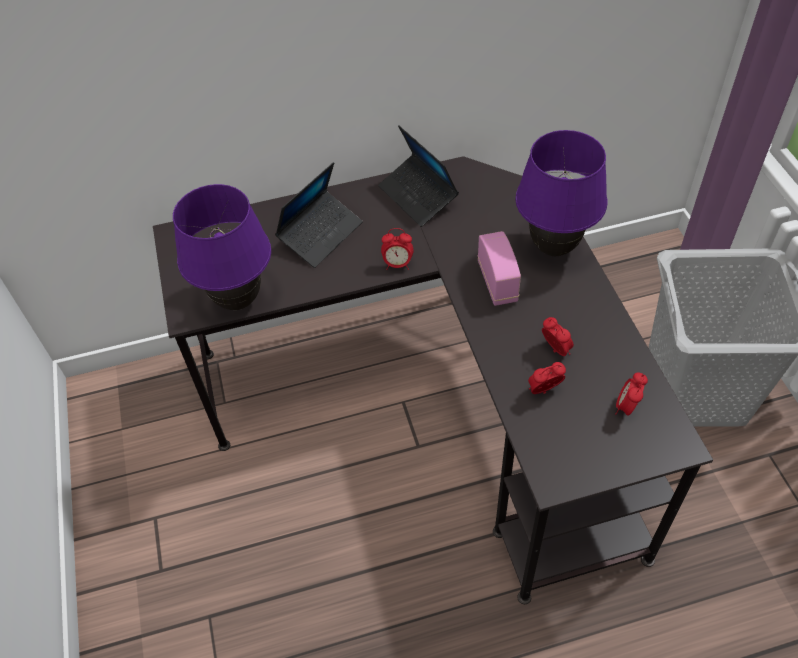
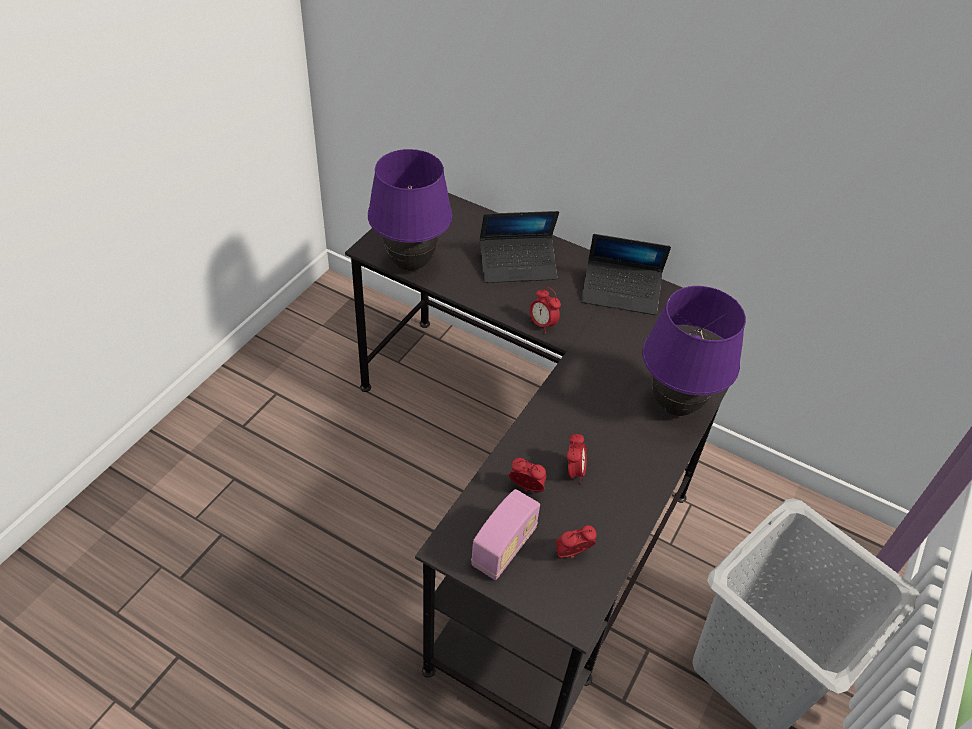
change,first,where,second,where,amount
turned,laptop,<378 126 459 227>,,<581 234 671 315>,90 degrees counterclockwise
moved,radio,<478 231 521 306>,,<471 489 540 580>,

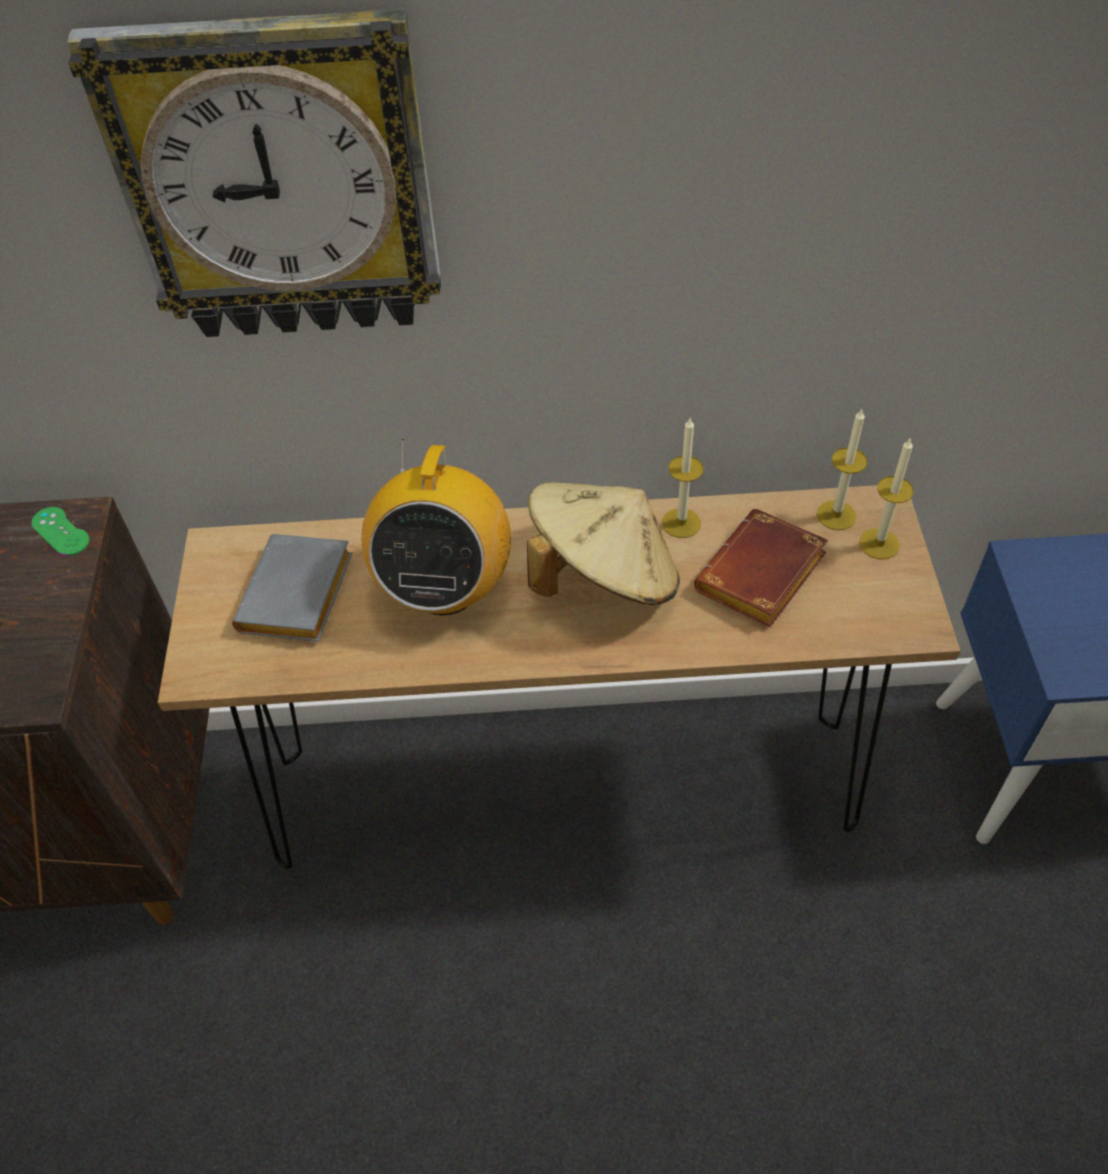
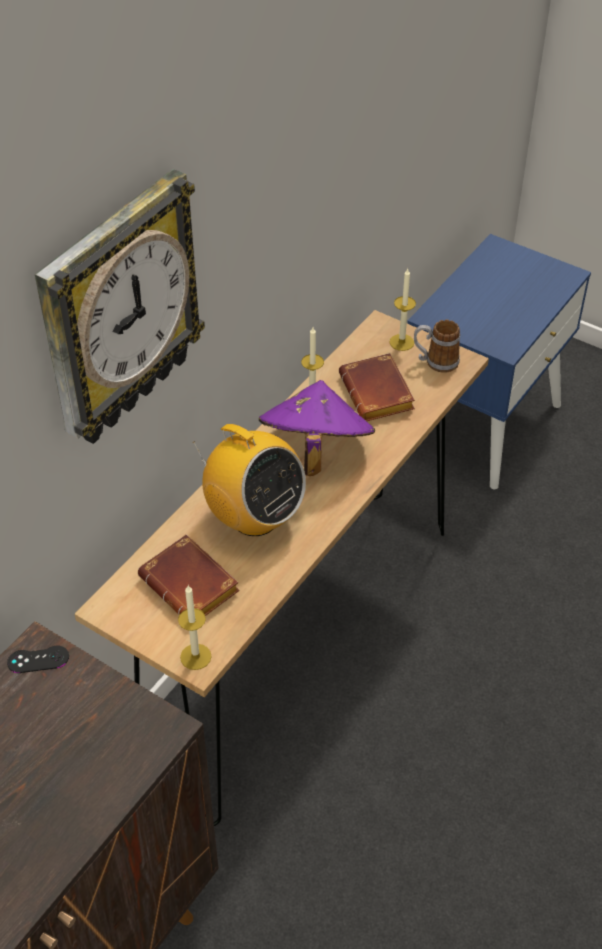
change,first,where,second,where,amount
moved,candle,<817 409 867 530>,,<178 585 212 670>,
recoloured,beige hat,<527 482 680 605>,purple hat,<259 380 375 476>,
recoloured,green game controller,<31 507 90 556>,black game controller,<7 646 69 673>,
recoloured,grey book,<232 534 352 642>,brown book,<138 534 240 616>,
added,,,mug,<414 320 460 373>,

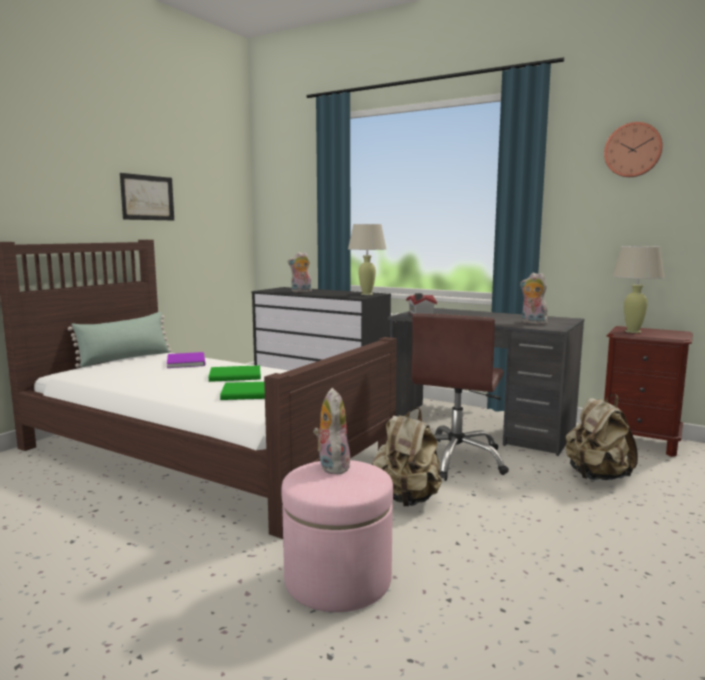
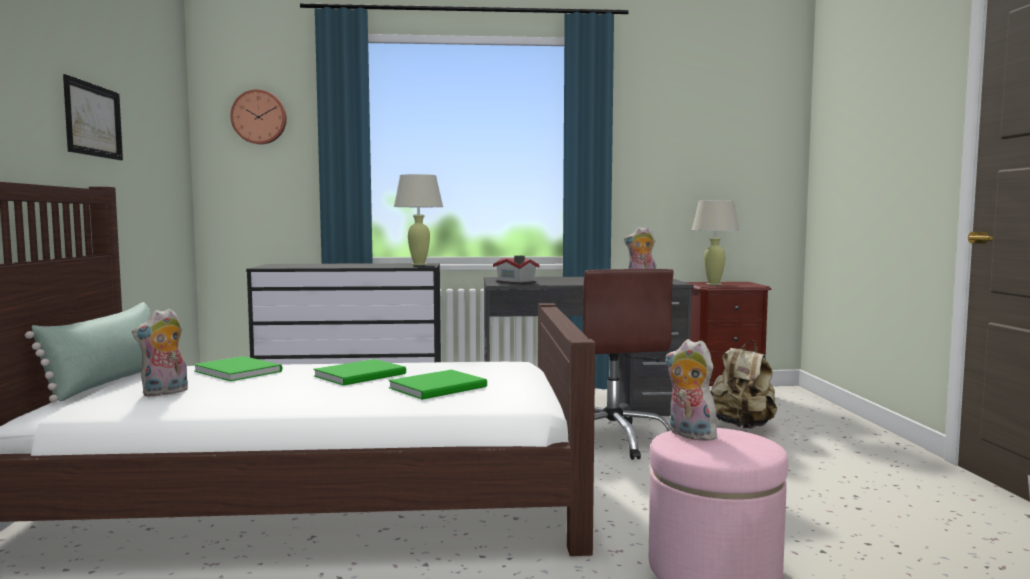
change,first,where,second,where,amount
moved,wall clock,<604 122 663 177>,,<231 89 287 144>,
moved,plush toy,<287 252 312 292>,,<132 309 188 397>,
recoloured,purple book,<167 352 205 368>,green book,<194 356 282 381>,
removed,beige backpack,<372 407 442 506>,,,

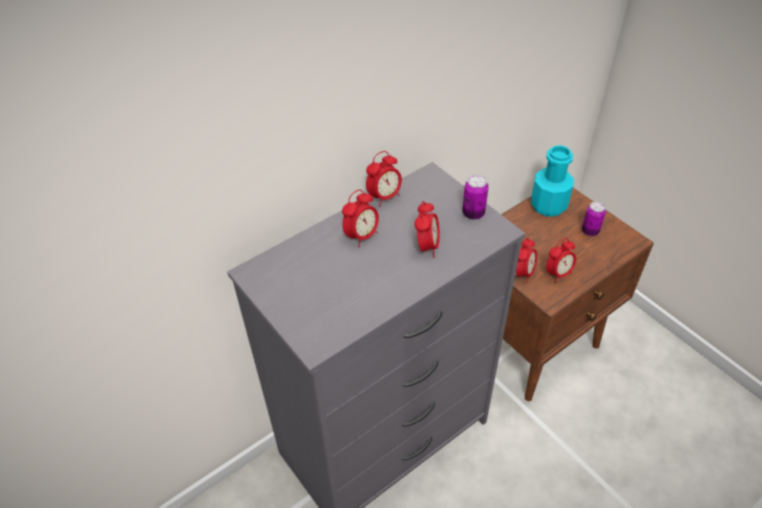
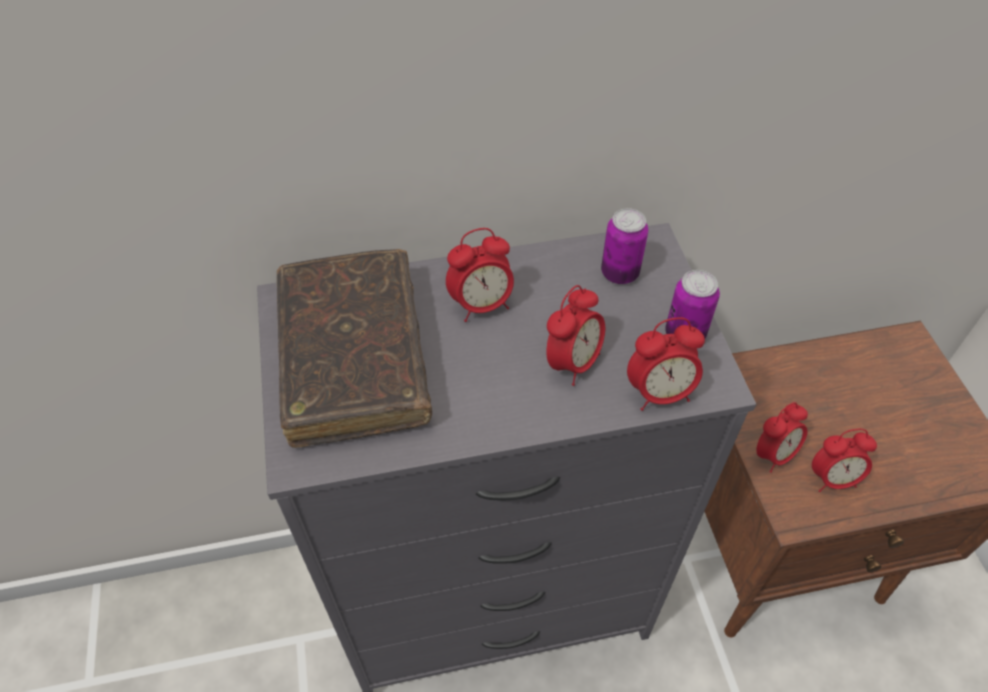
change,first,where,second,where,amount
removed,turquoise bottle,<531 145 574 217>,,,
moved,alarm clock,<366 151 402 206>,,<627 317 705 411>,
moved,can,<582 202 606 236>,,<601 208 648 284>,
added,,,brown book,<277 249 432 448>,

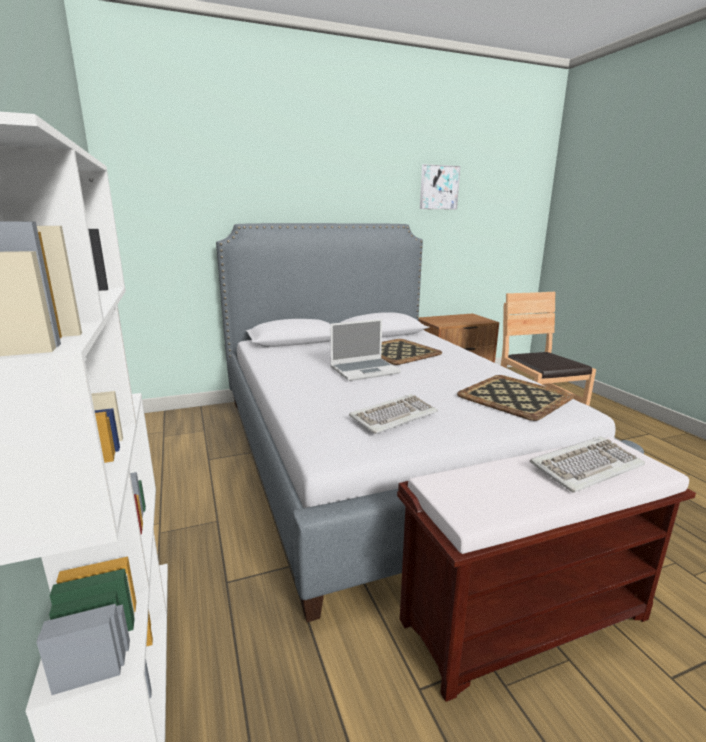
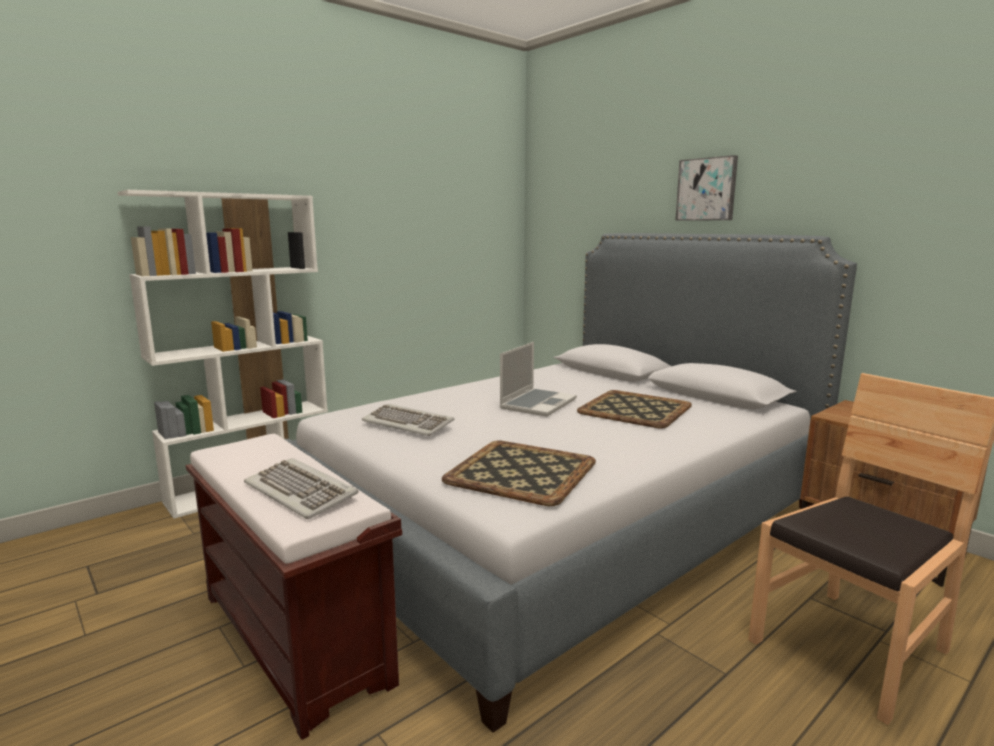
change,first,where,second,where,amount
moved,picture,<420 164 460 210>,,<675 155 738 221>,
turned,laptop,<330 319 401 381>,,<500 342 577 417>,105 degrees counterclockwise

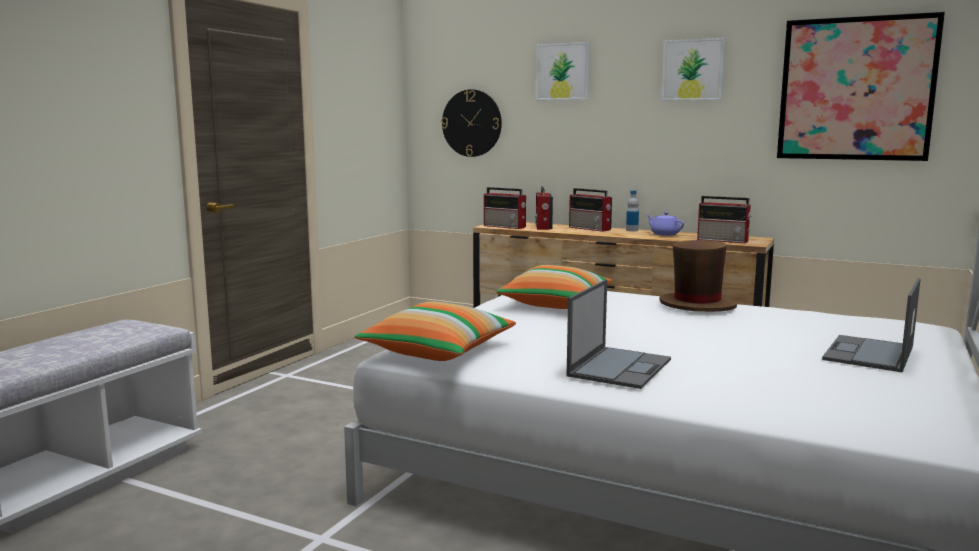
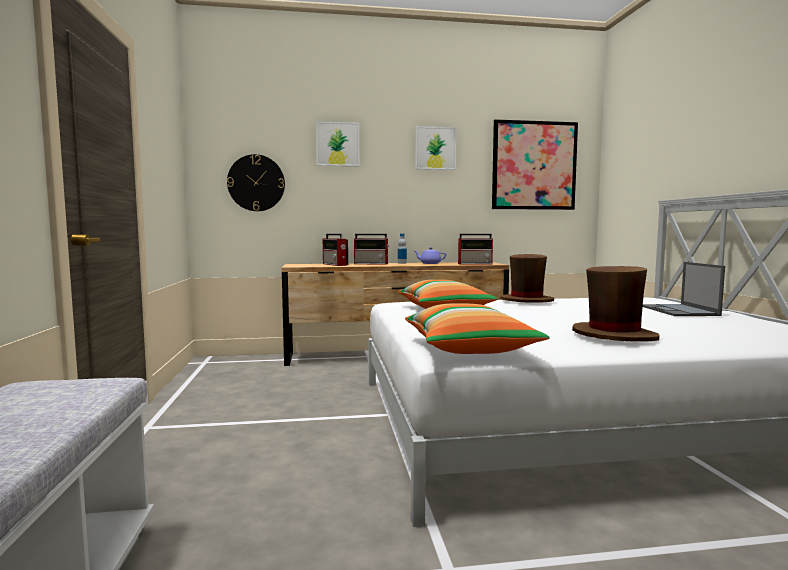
change,first,where,second,where,amount
removed,radio,<484 187 526 229>,,,
replaced,laptop,<566 279 671 389>,brown hat,<572 266 659 342>,

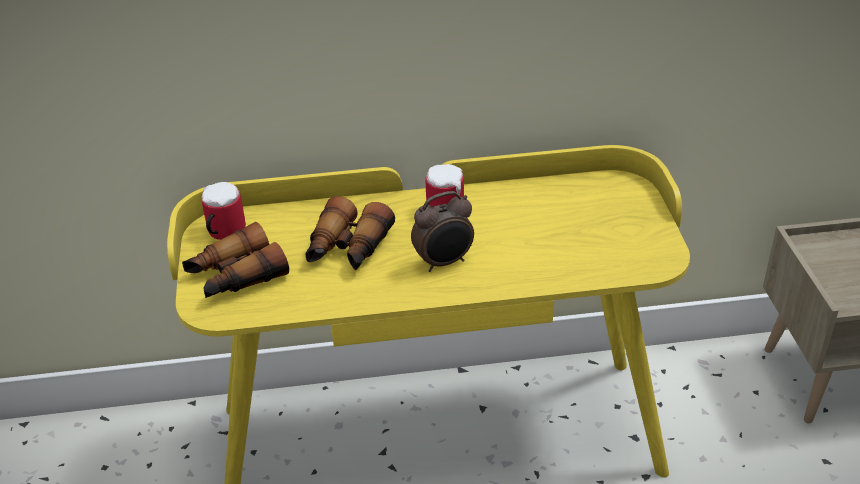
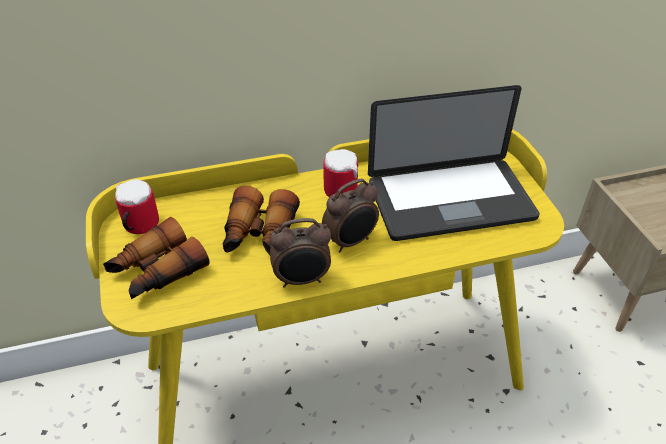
change,first,where,second,where,amount
added,,,laptop,<368 85 540 241>,
added,,,alarm clock,<270 218 331 288>,

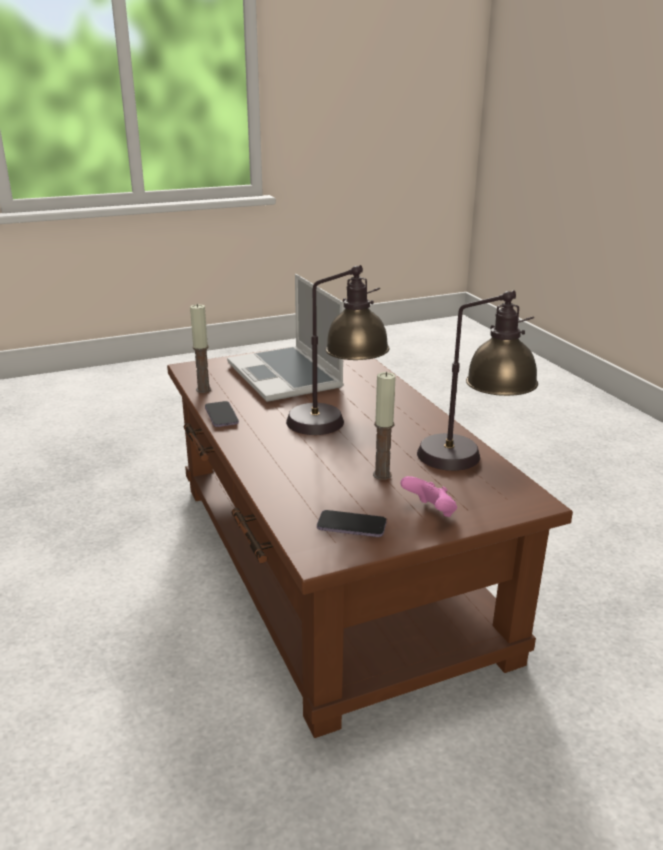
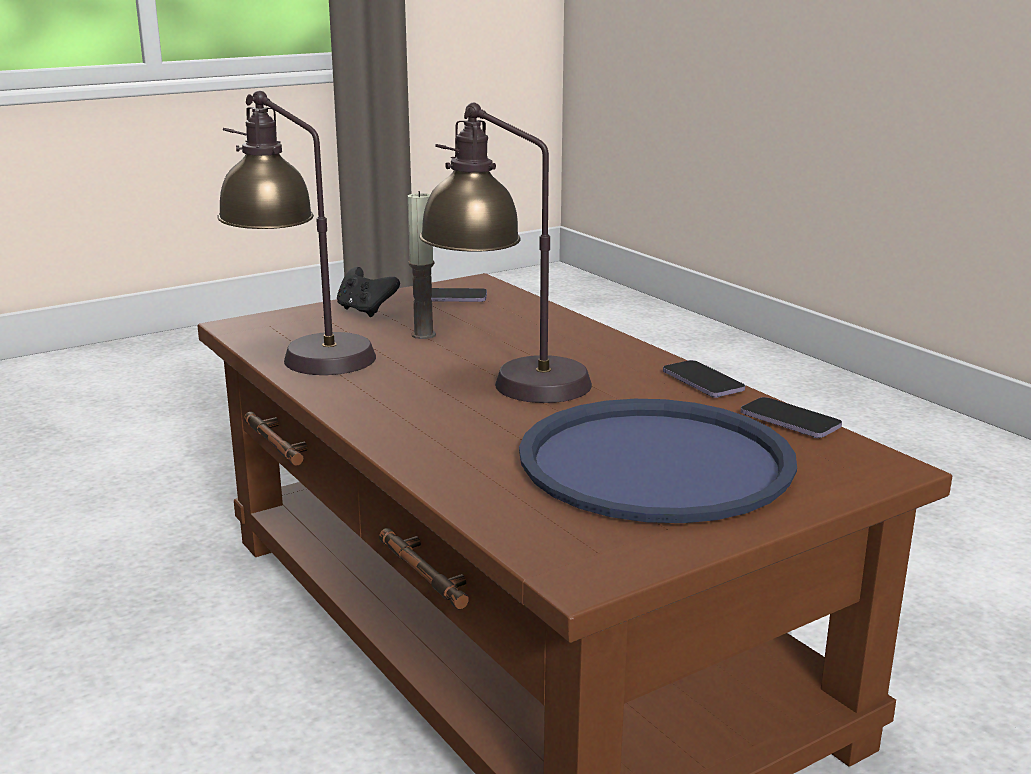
change,first,where,second,where,amount
replaced,laptop,<227 274 344 402>,blue tray,<519 399 797 523>,
replaced,candle,<190 303 211 393>,phone,<741 397 842 438>,
recoloured,pink game controller,<400 476 457 517>,black game controller,<337 267 400 317>,

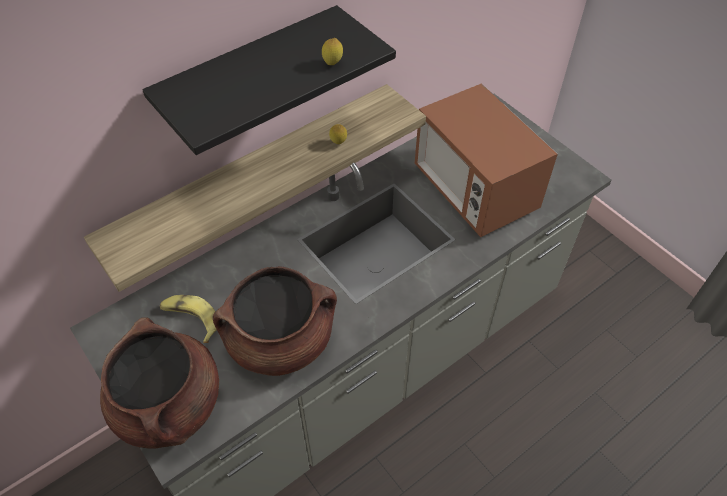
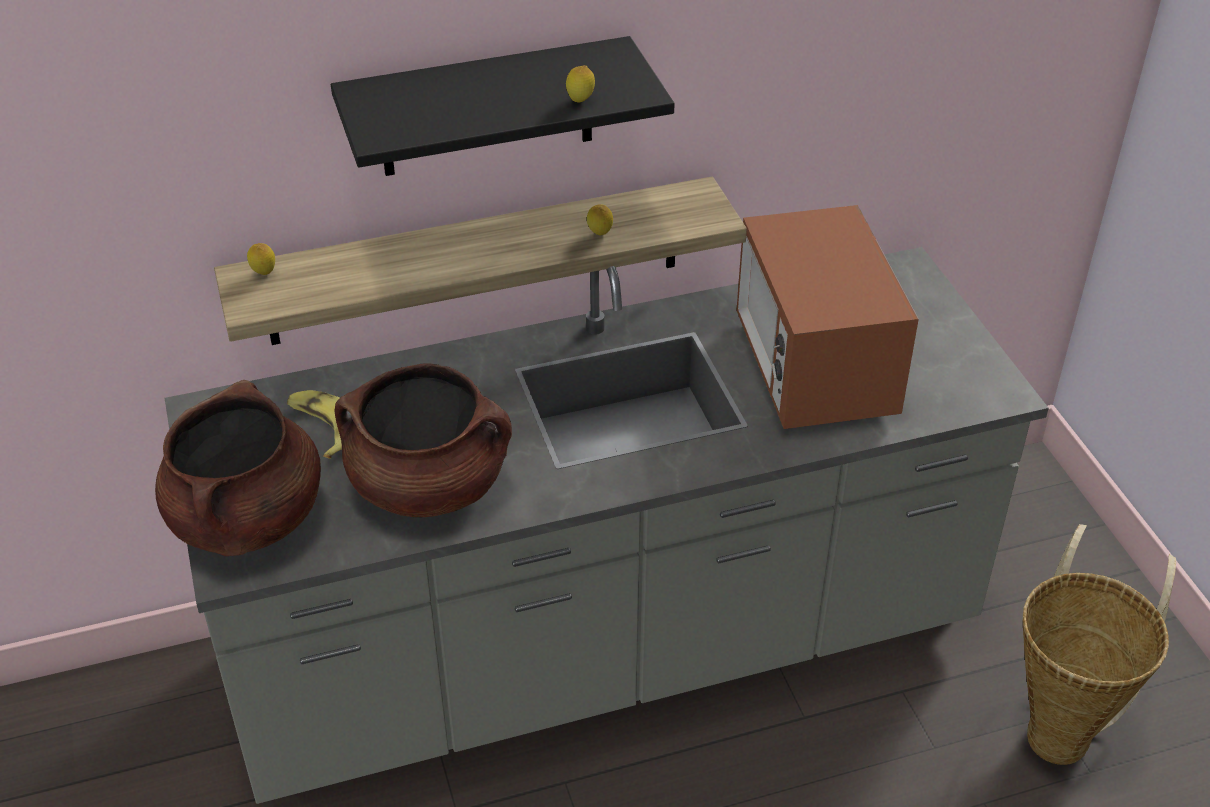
change,first,where,second,where,amount
added,,,lemon,<247 243 275 275>,
added,,,basket,<1023 524 1176 765>,

